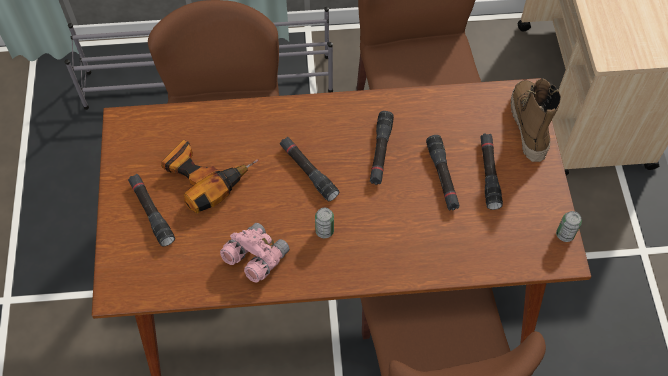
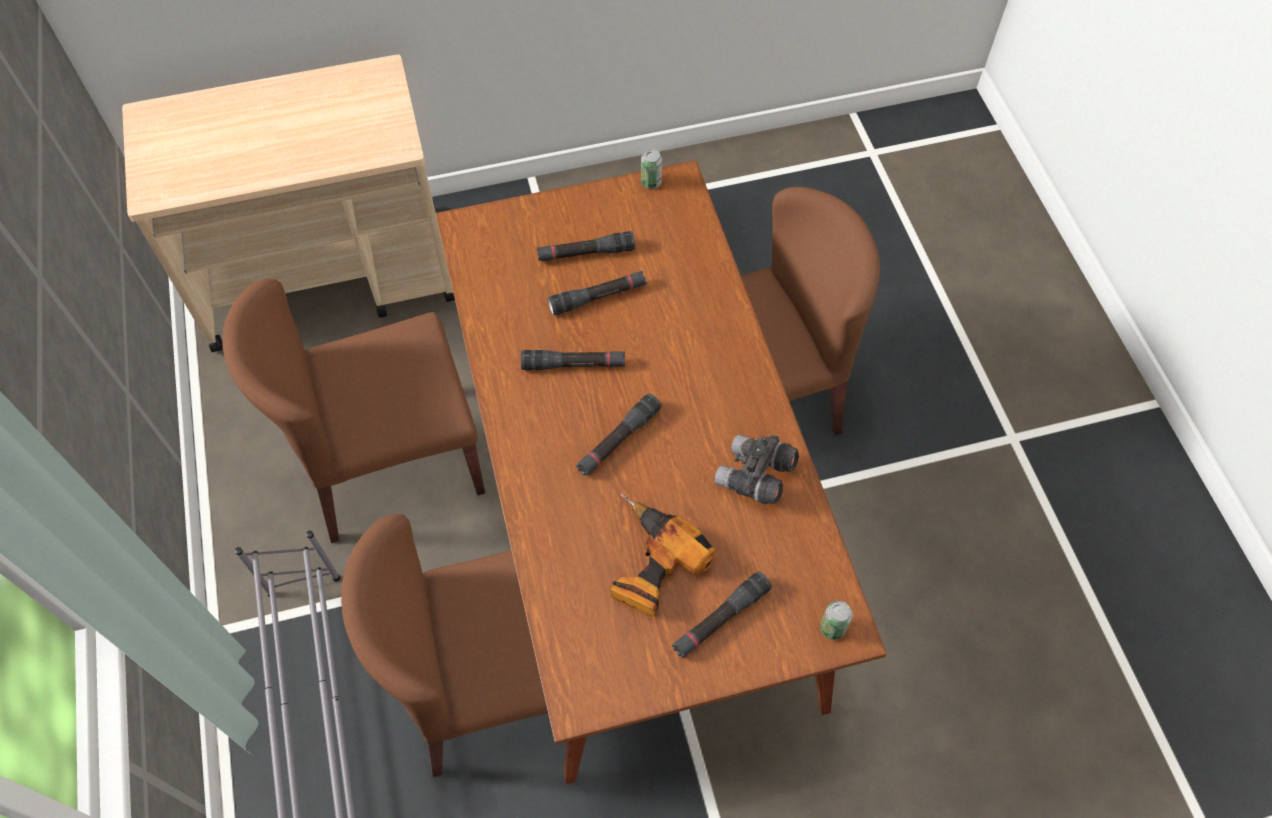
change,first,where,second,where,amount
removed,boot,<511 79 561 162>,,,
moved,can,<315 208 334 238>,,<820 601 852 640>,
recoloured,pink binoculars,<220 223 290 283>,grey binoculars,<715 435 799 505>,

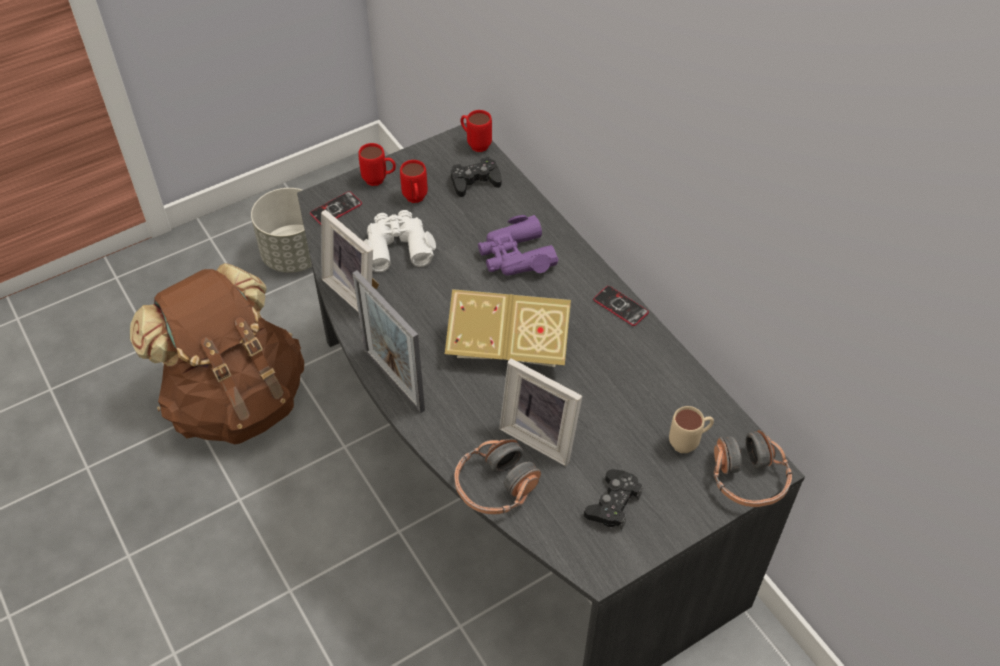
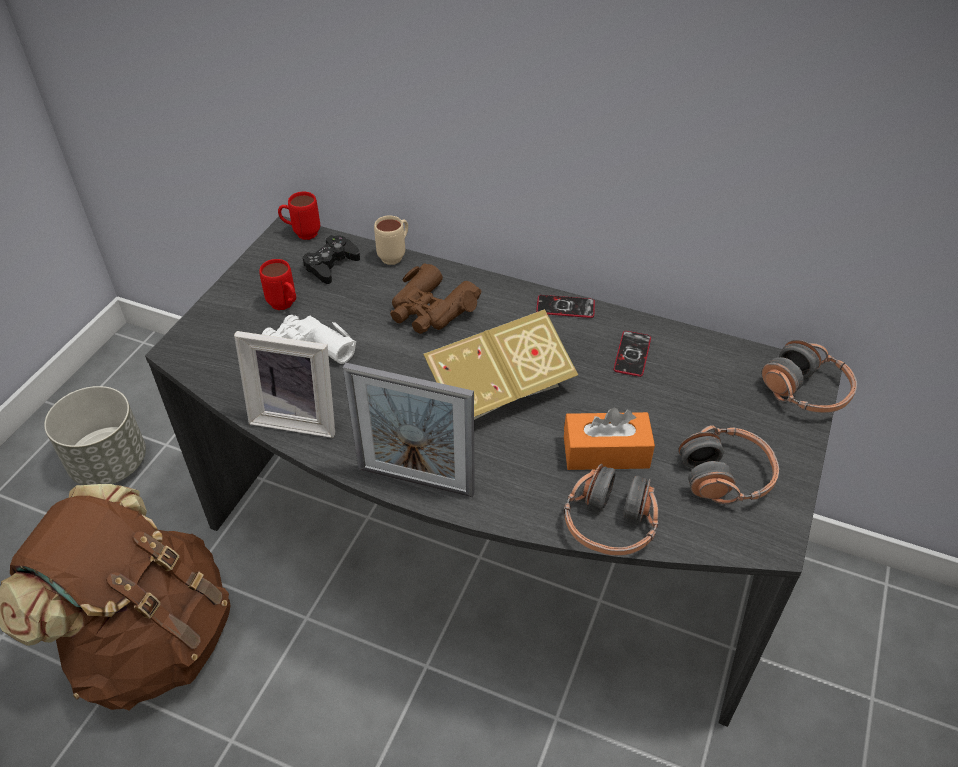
change,first,where,second,where,amount
removed,red mug,<358 143 396 186>,,,
moved,phone,<310 191 362 225>,,<614 331 651 377>,
recoloured,purple binoculars,<478 215 559 276>,brown binoculars,<390 263 482 334>,
replaced,picture frame,<499 358 582 466>,orange tissue box,<564 408 655 470>,
moved,beige mug,<669 406 714 453>,,<374 215 408 265>,
replaced,black game controller,<584 469 643 530>,headphones,<678 425 779 505>,

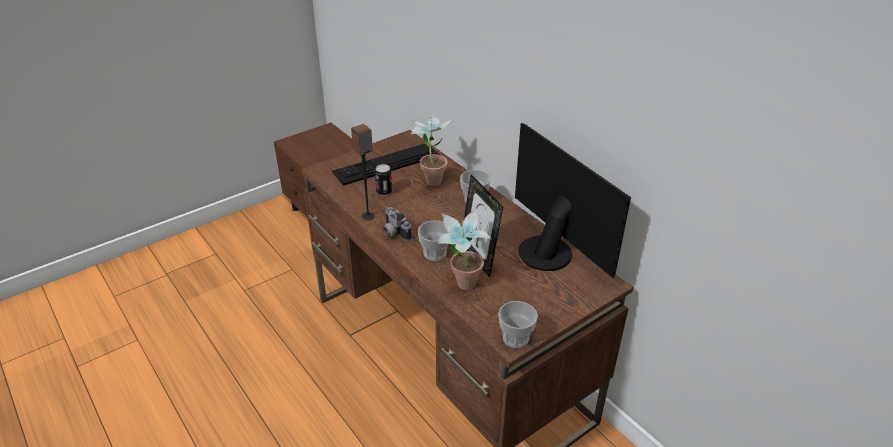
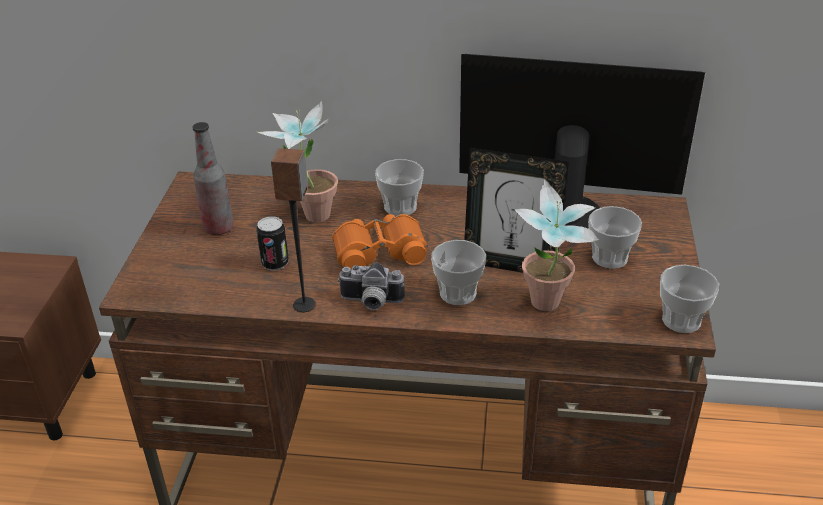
change,first,where,second,where,amount
replaced,keyboard,<332 144 440 186>,bottle,<192 122 234 235>,
added,,,cup,<588 206 642 269>,
added,,,orange binoculars,<332 214 428 270>,

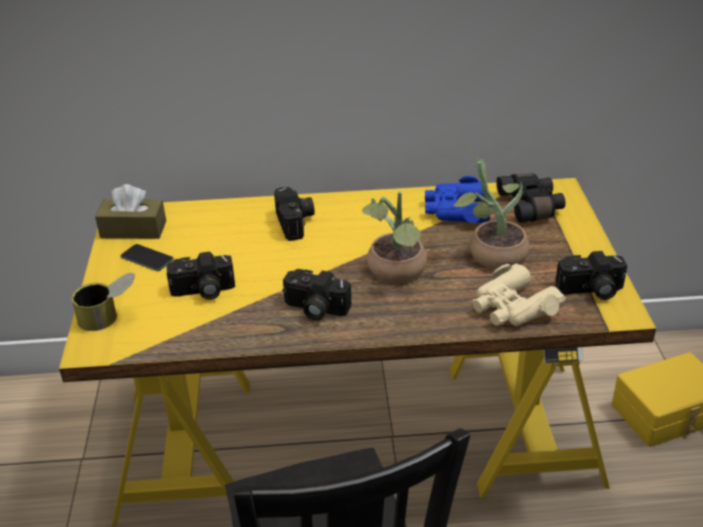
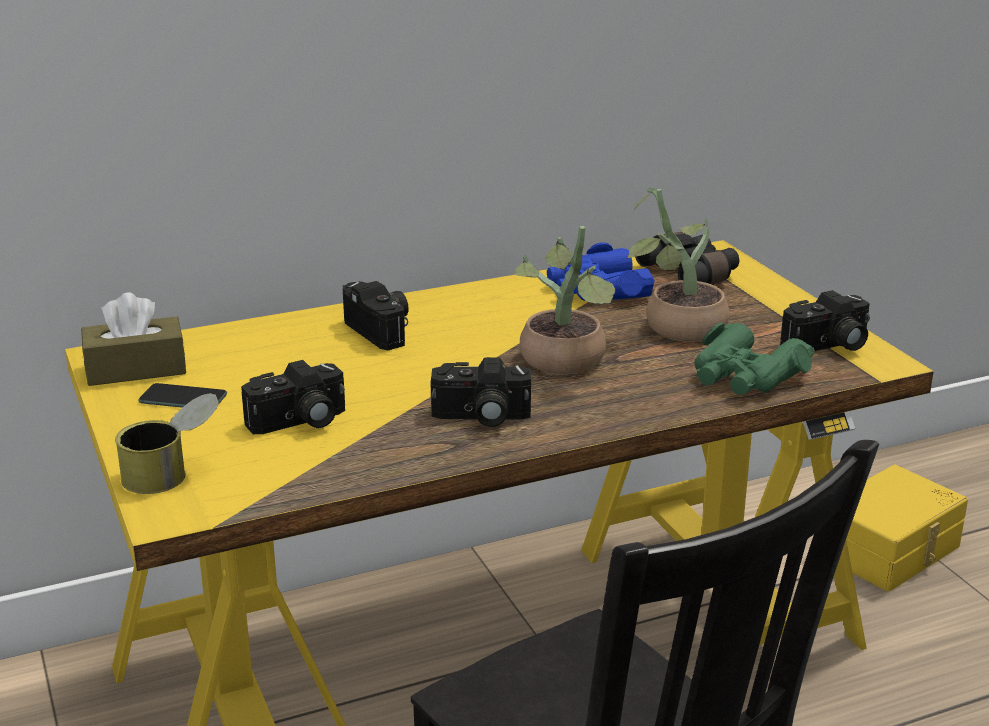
change,first,where,second,where,amount
recoloured,beige binoculars,<472 263 566 326>,green binoculars,<694 322 815 395>,

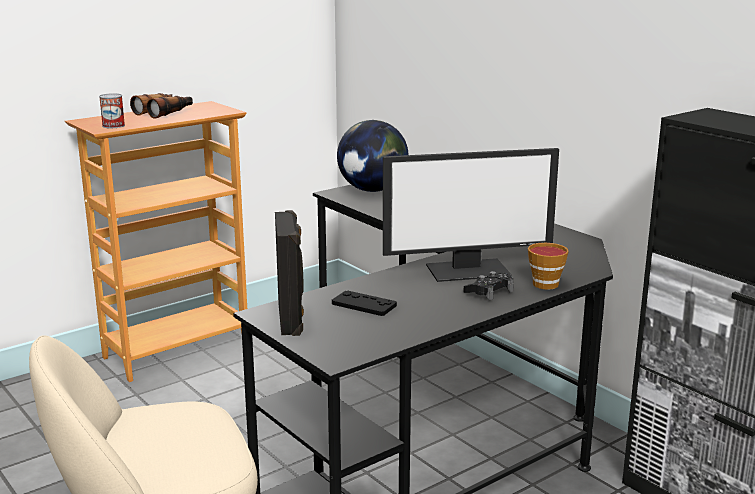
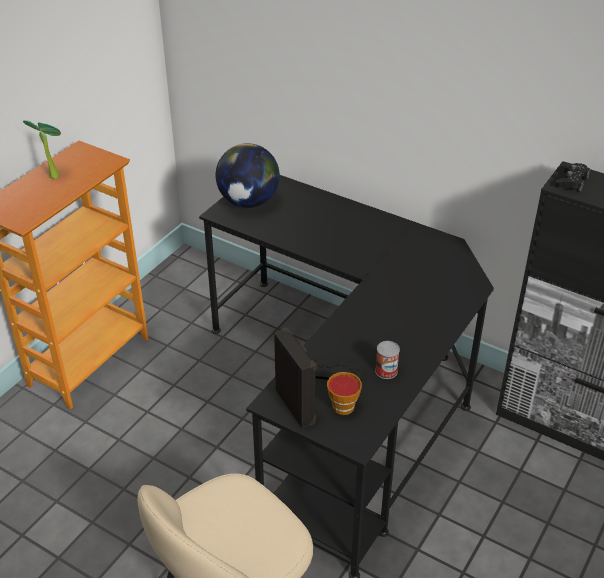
change,first,where,second,where,amount
moved,can,<99 93 125 128>,,<375 341 400 379>,
replaced,binoculars,<130 93 193 119>,potted plant,<23 120 61 179>,
removed,monitor,<383 148 559 282>,,,
moved,cup,<528 243 569 290>,,<327 372 362 415>,
moved,black game controller,<463 271 514 301>,,<555 163 590 192>,

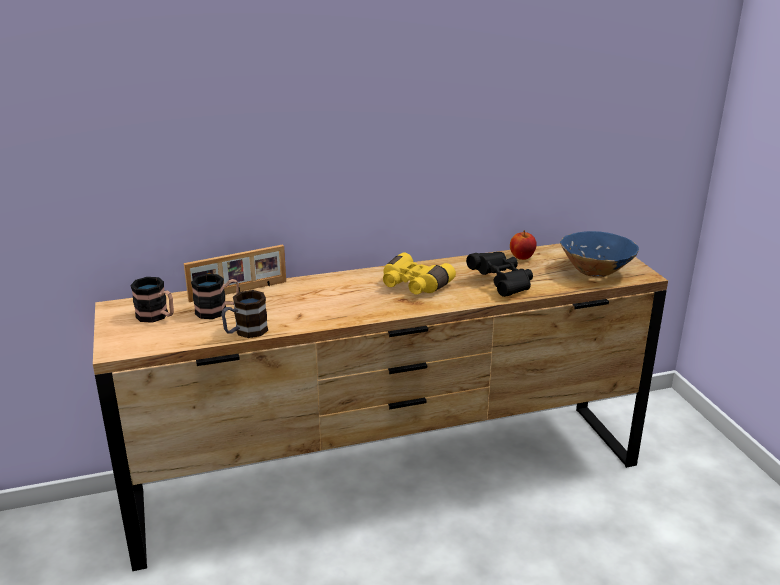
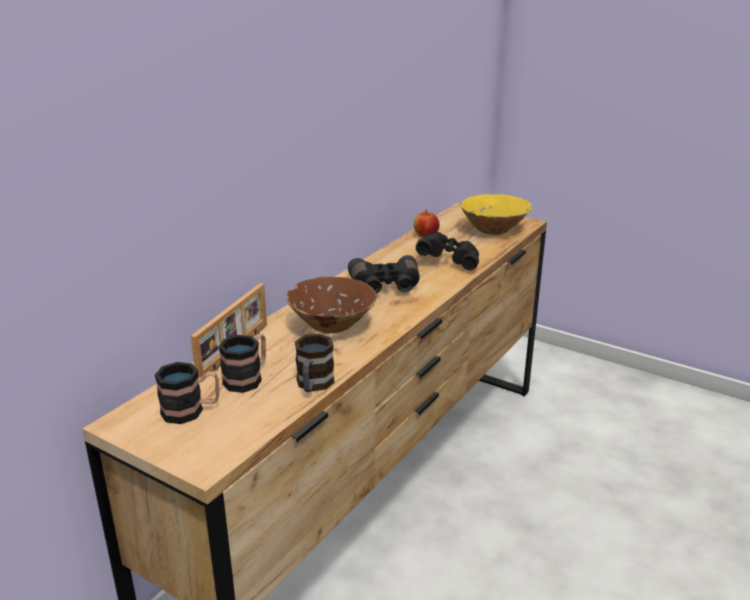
change,first,where,second,where,amount
recoloured,blue bowl,<560 231 639 277>,yellow bowl,<460 194 532 235>,
recoloured,yellow binoculars,<383 253 456 294>,black binoculars,<348 255 420 294>,
added,,,brown bowl,<286 277 377 333>,

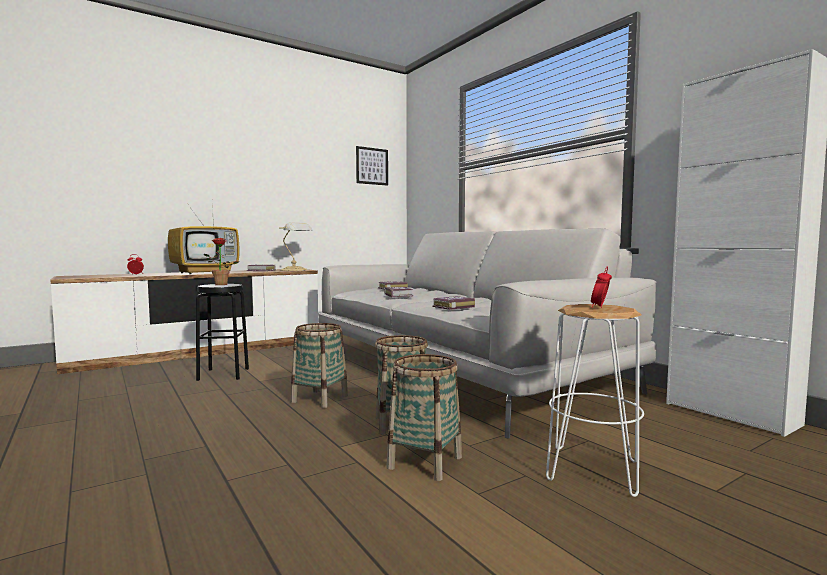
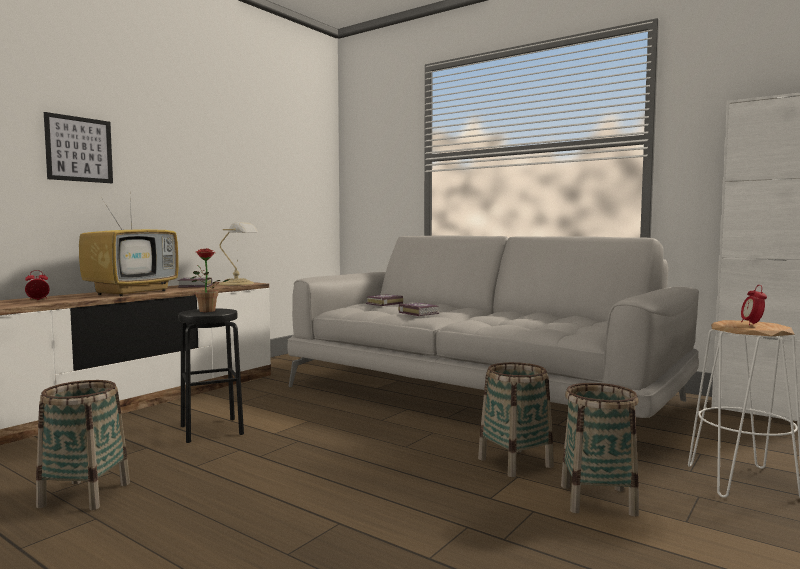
change,first,where,second,where,amount
moved,picture,<356 146 388 186>,,<44 112 113 183>,
removed,book,<432 296 475 310>,,,
moved,basket,<291 323 348 408>,,<36 380 130 510>,

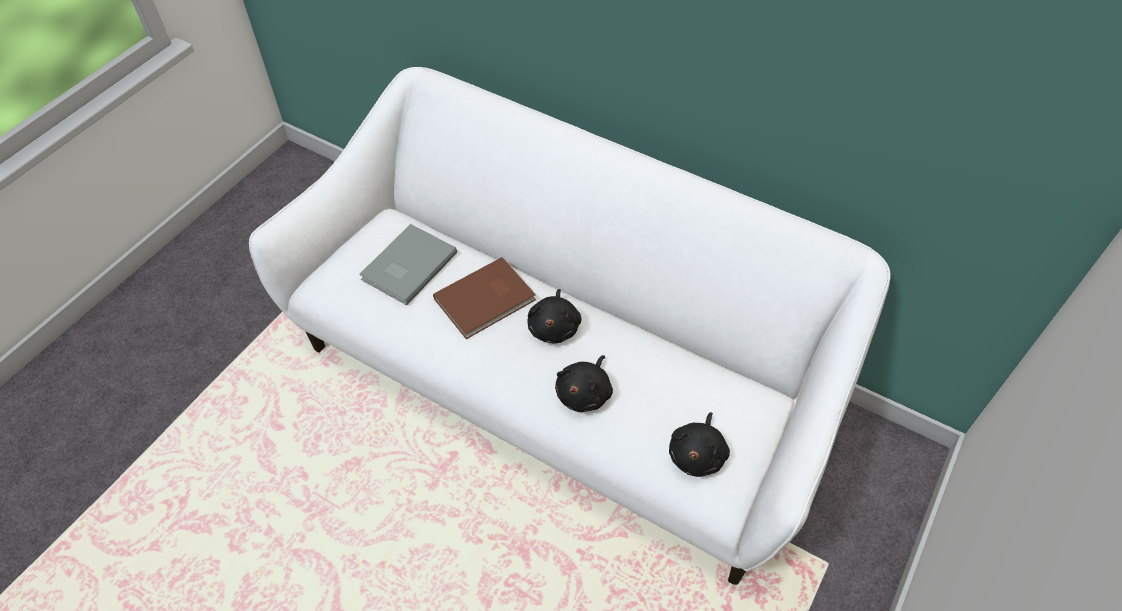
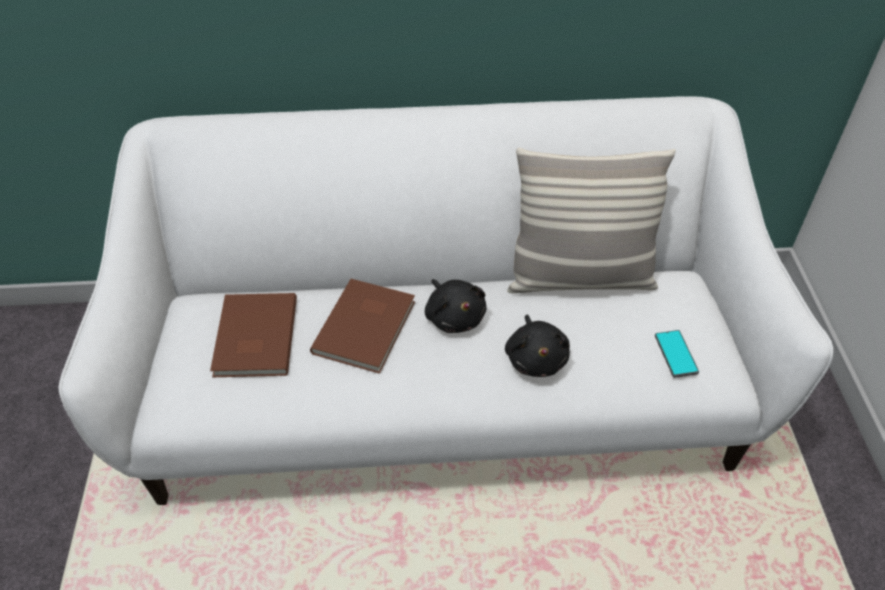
change,first,where,second,where,amount
recoloured,grey book,<359 224 457 305>,brown book,<210 293 297 377>,
replaced,black plush toy,<669 412 730 477>,phone,<655 330 699 378>,
added,,,pillow,<507 148 676 293>,

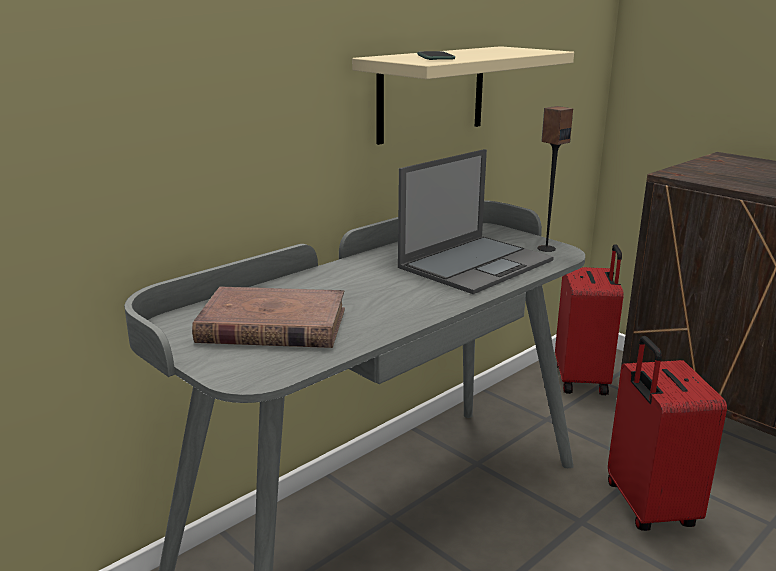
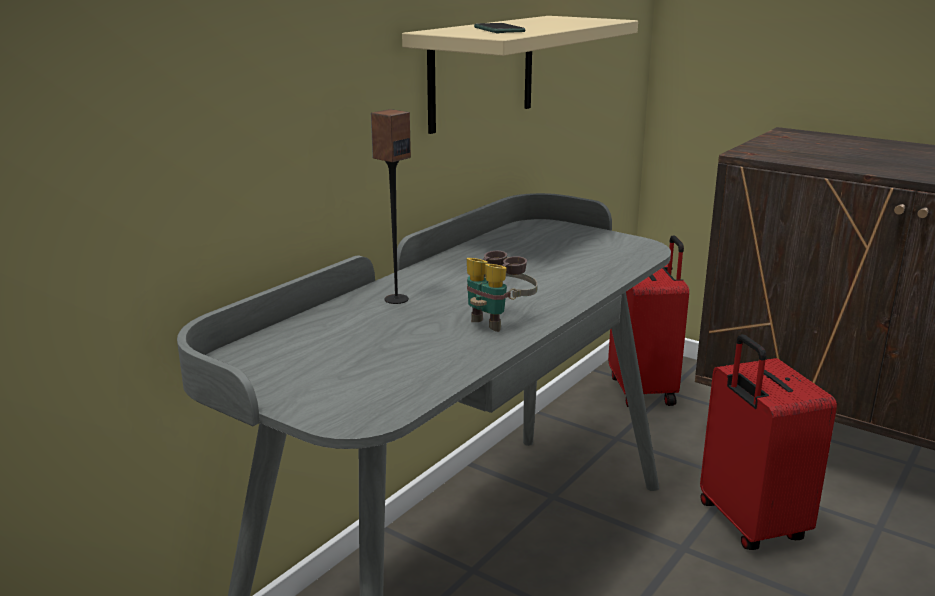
change,first,where,second,where,amount
moved,speaker,<537 106 573 252>,,<371 109 411 304>,
removed,laptop,<398 149 554 294>,,,
removed,brown book,<192 287 345 348>,,,
added,,,binoculars,<467 251 538 332>,

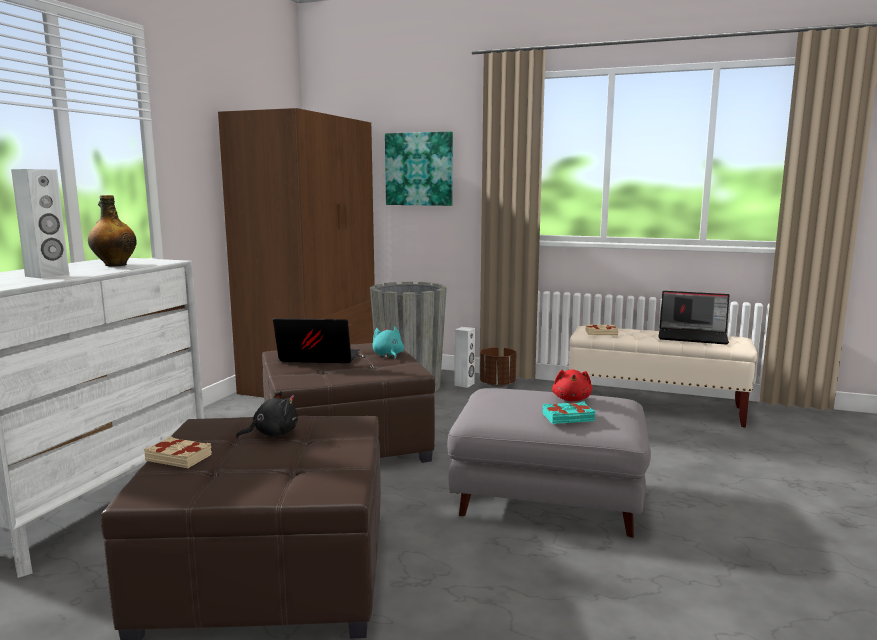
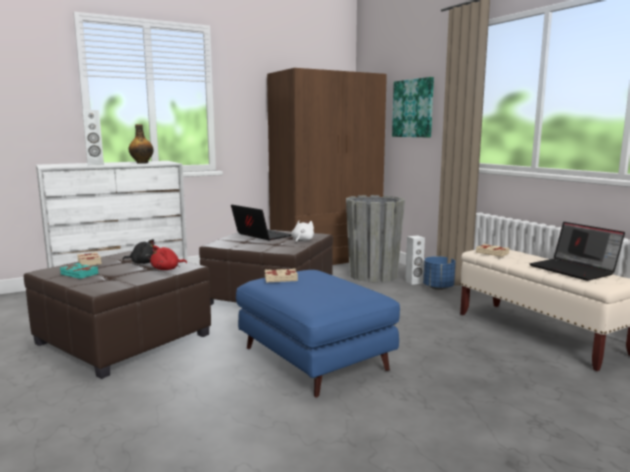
change,first,where,second,where,amount
recoloured,turquoise plush toy,<373 326 404 359>,white plush toy,<291 220 314 242>,
recoloured,brown planter,<480 347 517 387>,blue planter,<423 256 456 290>,
moved,red plush toy,<552 369 592 401>,,<150 245 187 270>,
recoloured,grey ottoman,<448 388 651 538>,blue ottoman,<236 270 400 397>,
moved,turquoise book,<542 401 596 424>,,<60 263 98 279>,
added,,,beige book,<265 268 298 282>,

